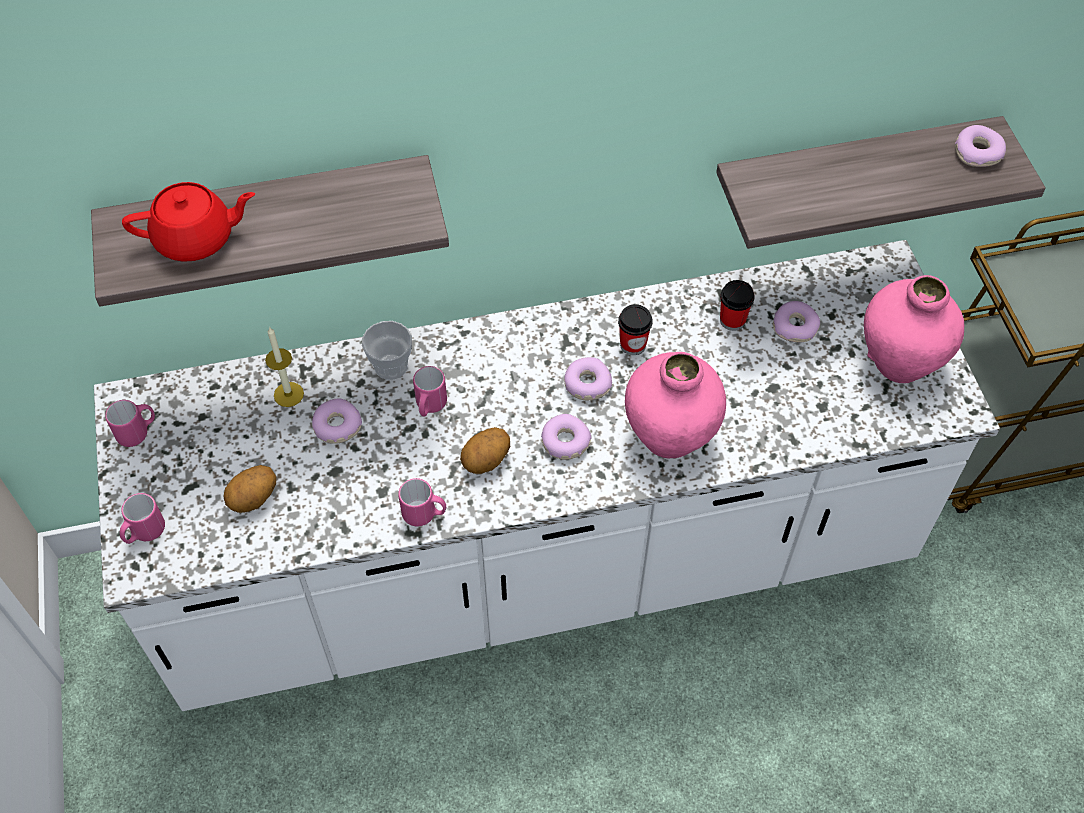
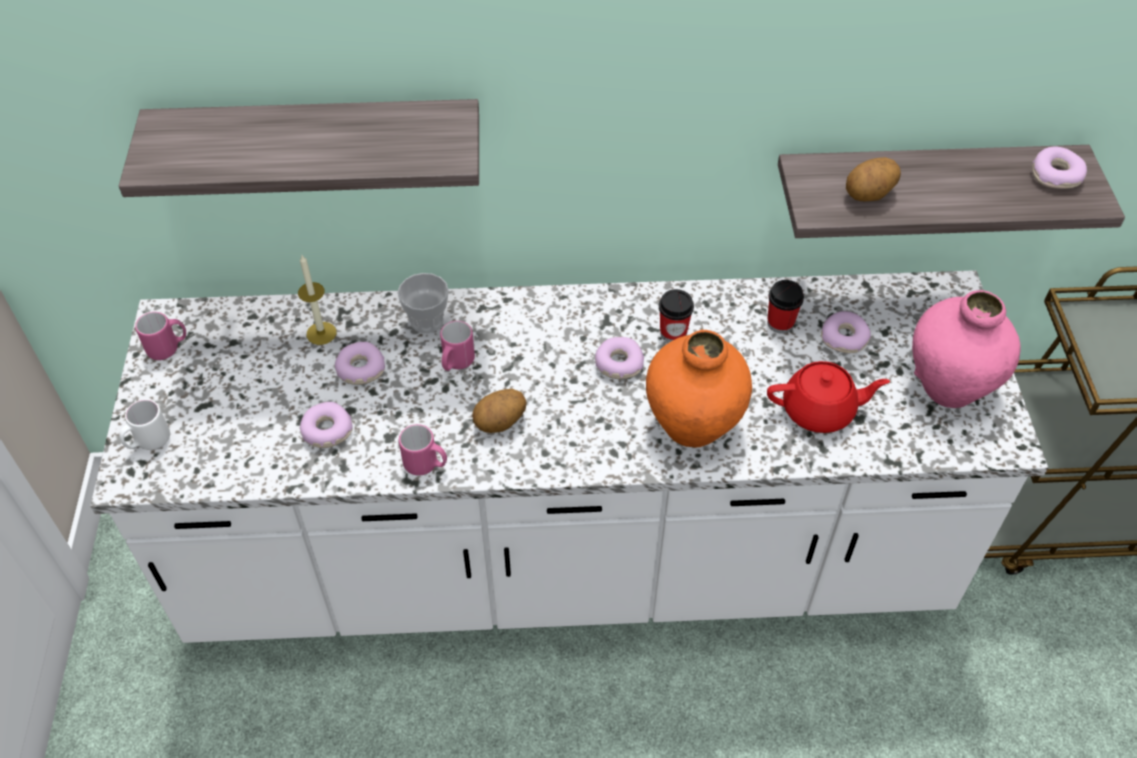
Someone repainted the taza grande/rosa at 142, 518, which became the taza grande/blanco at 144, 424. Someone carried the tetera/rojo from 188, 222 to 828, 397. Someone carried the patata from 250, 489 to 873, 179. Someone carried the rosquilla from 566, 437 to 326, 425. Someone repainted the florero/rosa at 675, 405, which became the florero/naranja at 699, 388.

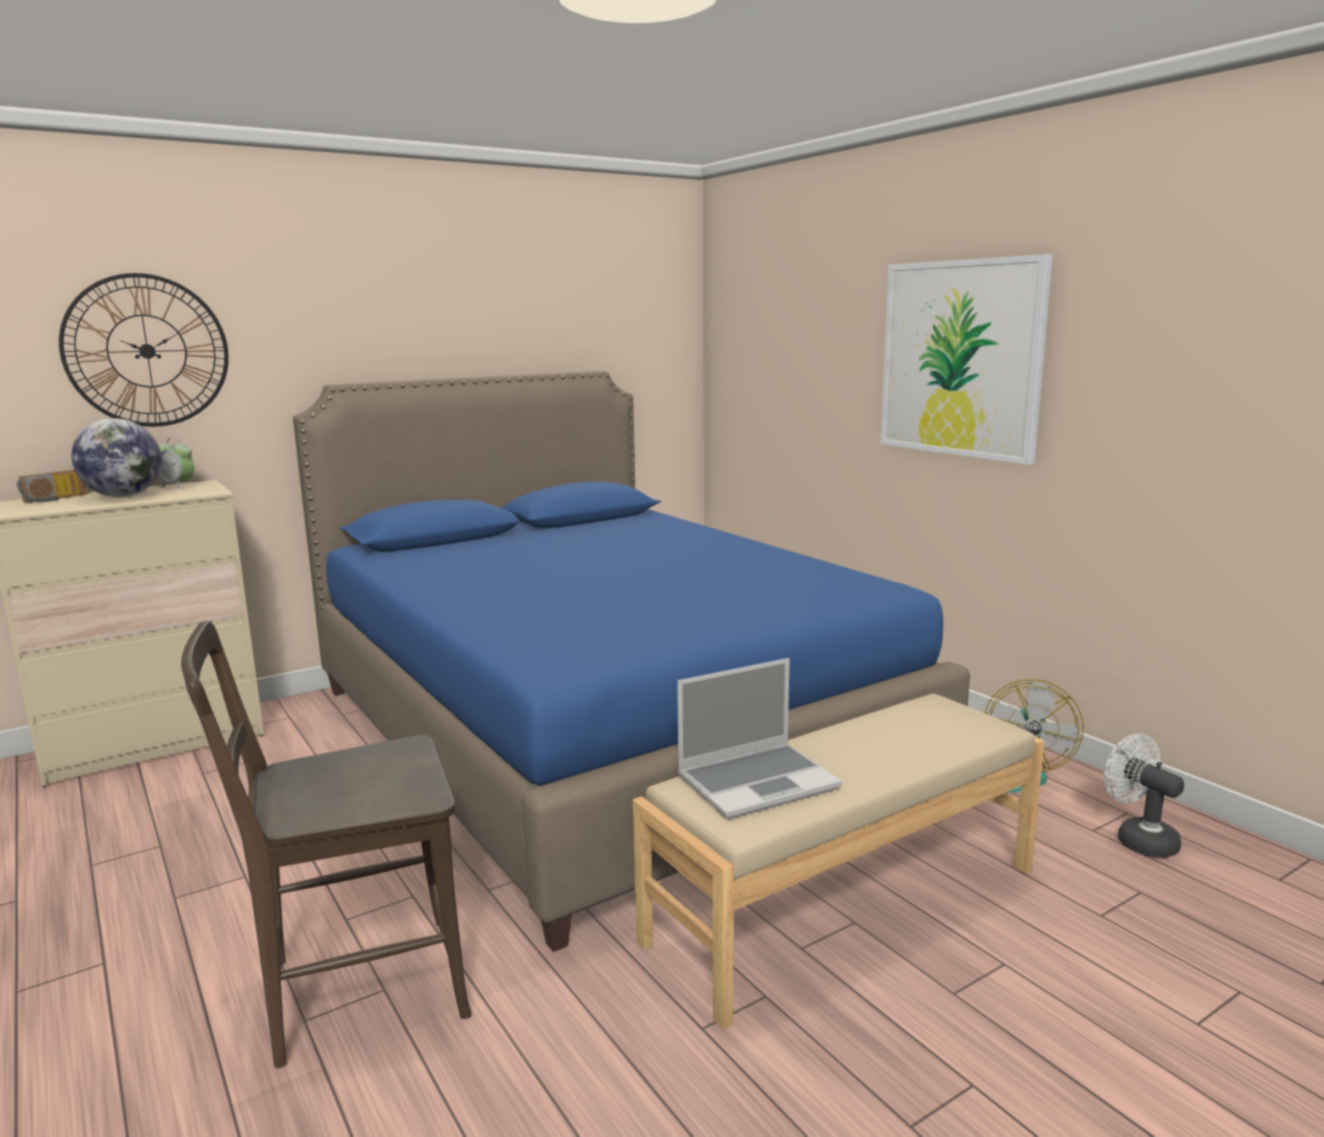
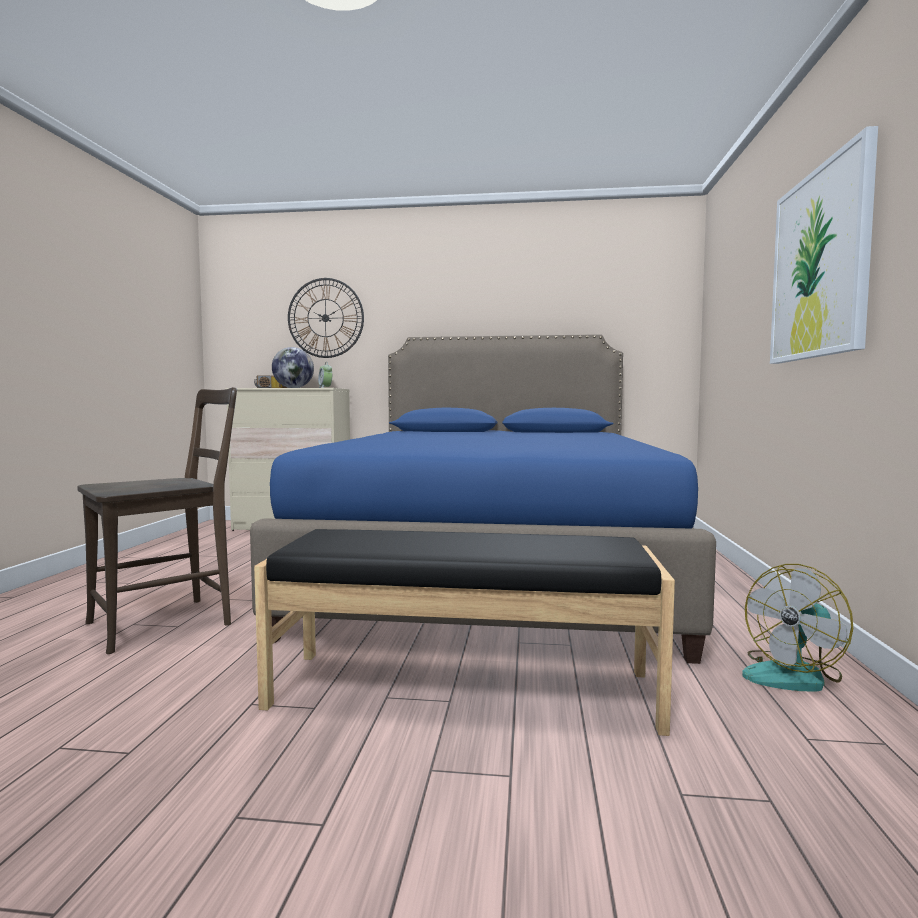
Someone rotated the silla/marrón at 326, 844 by 120 degrees clockwise. Someone repainted the banco/beis at 838, 861, which became the banco/negro at 464, 632. Someone took away the portátil at 759, 738. Someone took away the ventilador/blanco at 1144, 795.

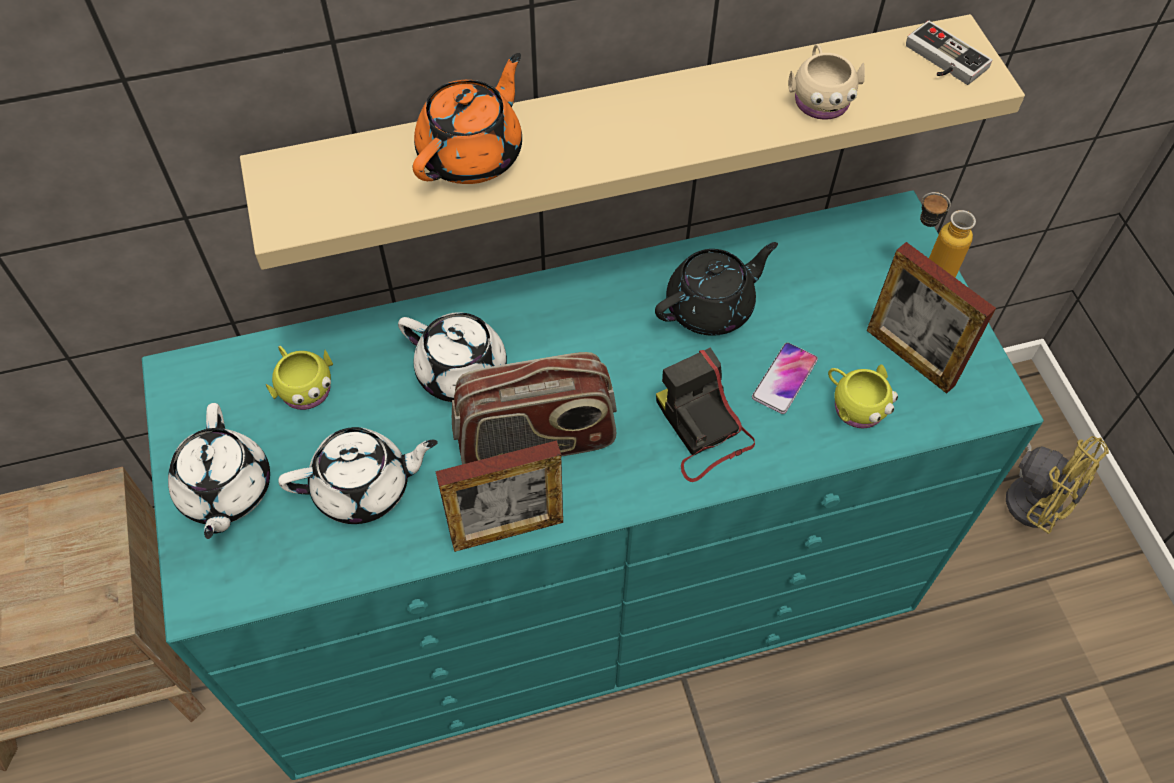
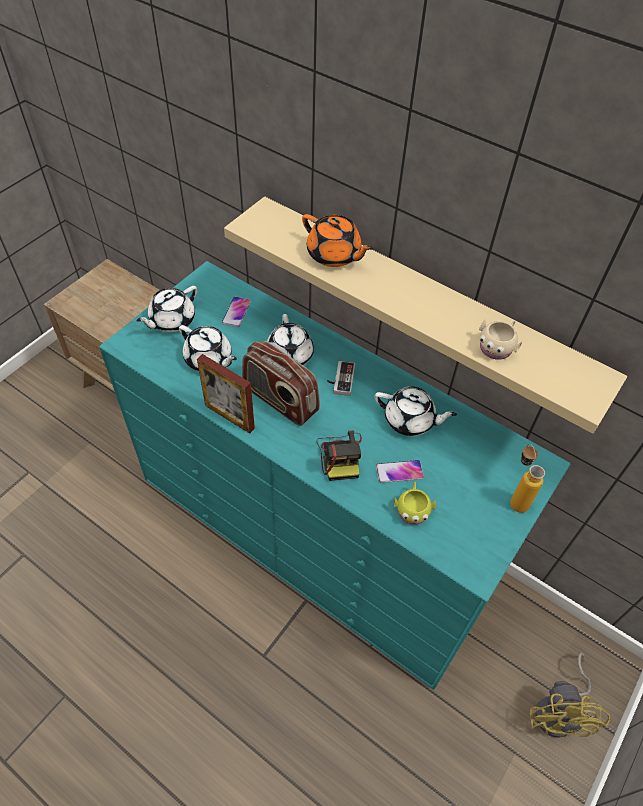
Someone swapped the taza grande/amarillo at 299, 378 for the móvil at 236, 312. Someone rotated the tetera/naranja at 467, 118 by 45 degrees clockwise. Someone repainted the tetera/negro at 716, 289, which became the tetera/blanco at 416, 411. Someone rotated the cámara at 705, 415 by 150 degrees clockwise. Someone took away the portarretratos at 931, 318. Someone carried the mando de consola from 949, 53 to 341, 378.

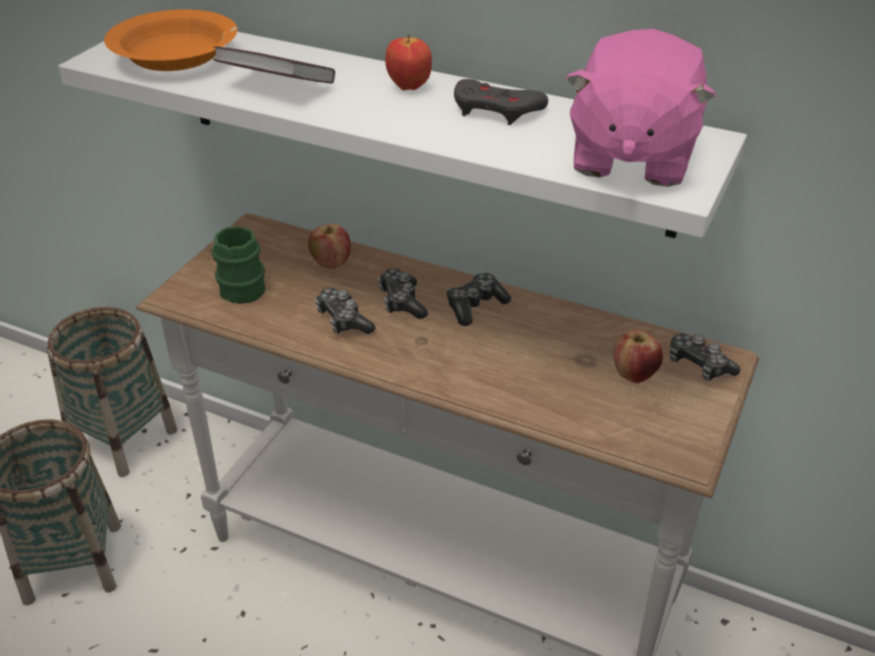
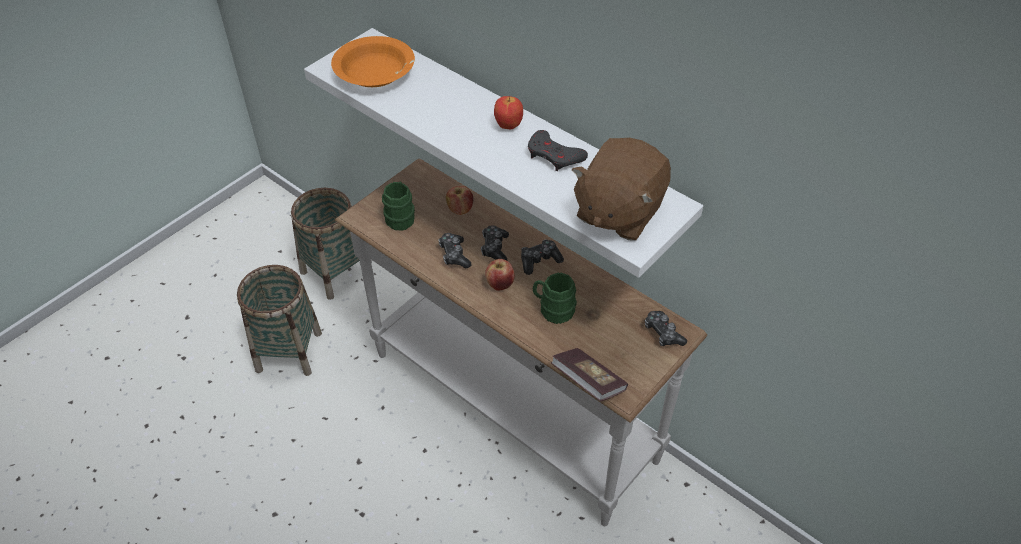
Someone carried the libro from 274, 64 to 589, 374. Someone repainted the peluche/rosa at 640, 108, which became the peluche/marrón at 621, 189. Someone carried the manzana from 638, 356 to 500, 275. Someone put down the taza grande/verde at 555, 298.

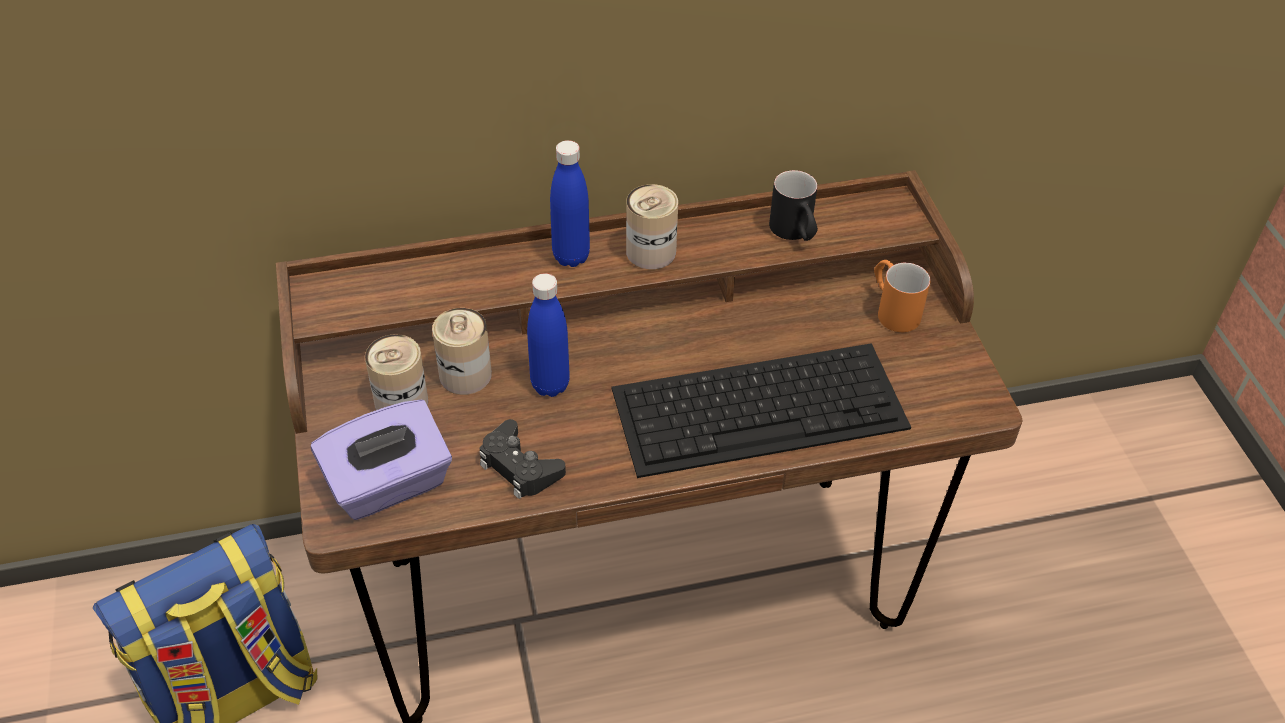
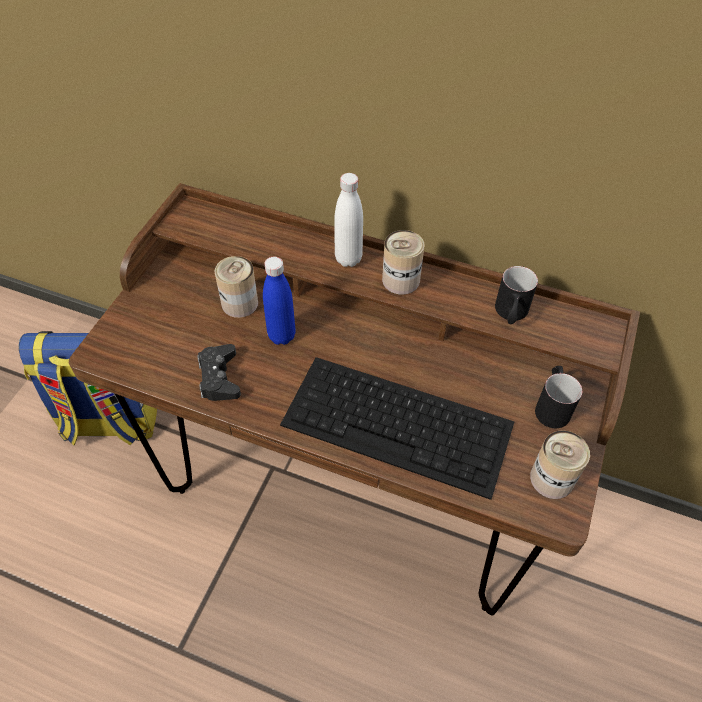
Someone took away the caja de pañuelos/morado at 381, 460. Someone carried the lata from 396, 372 to 560, 464. Someone repainted the botella/azul at 570, 203, which became the botella/blanco at 348, 220. Someone repainted the taza grande/naranja at 902, 296, which became the taza grande/negro at 559, 397.

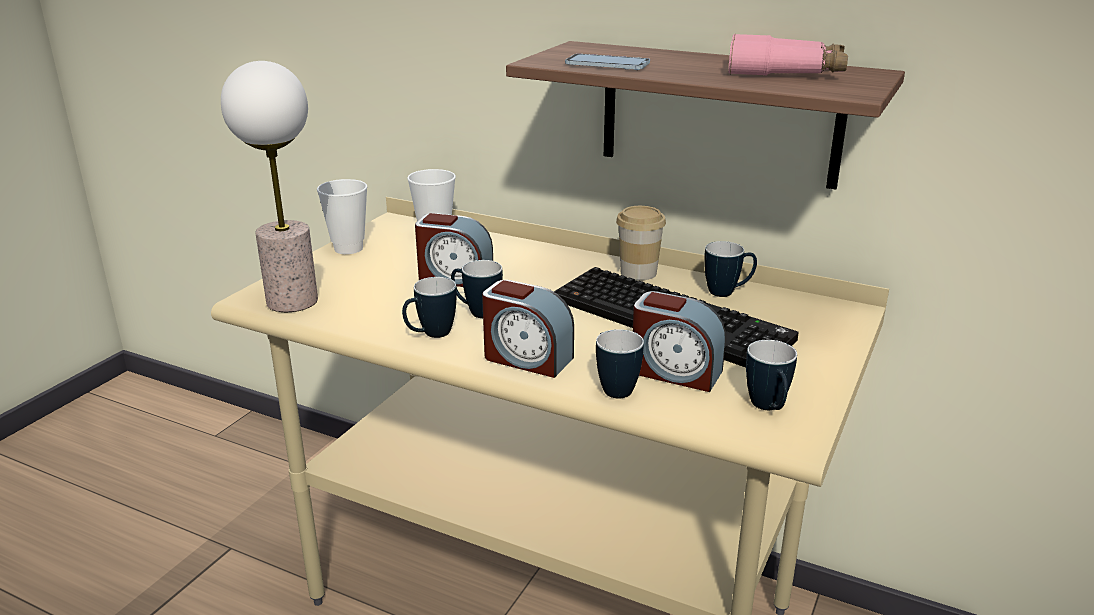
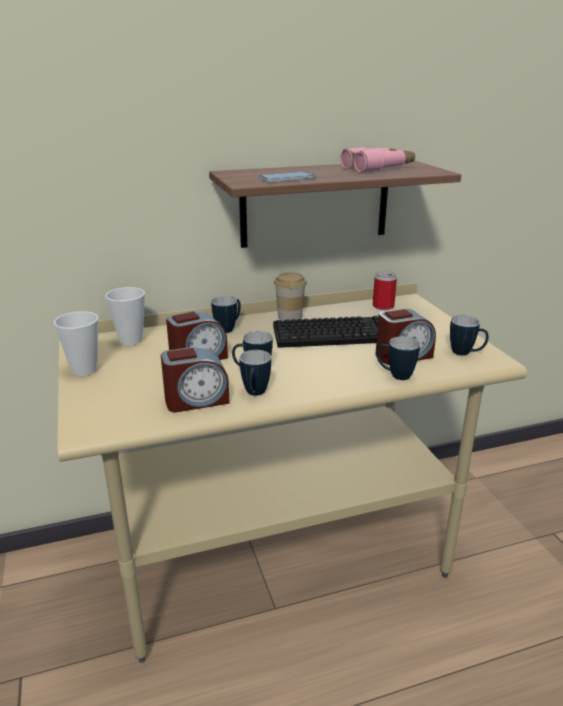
Someone took away the lámpara de mesa at 269, 186. Someone carried the despertador from 528, 329 to 195, 379. Someone carried the taza grande from 730, 269 to 226, 314. Someone put down the lata at 385, 290.

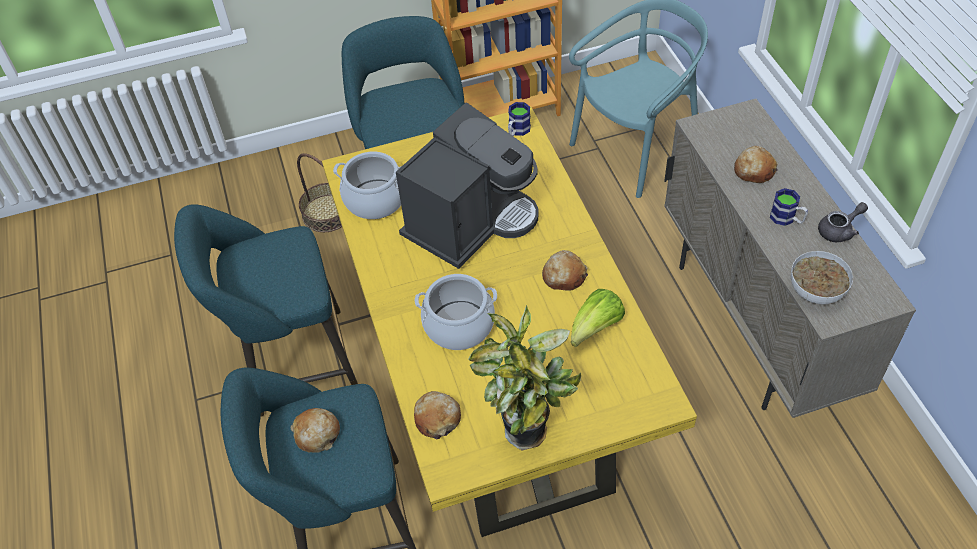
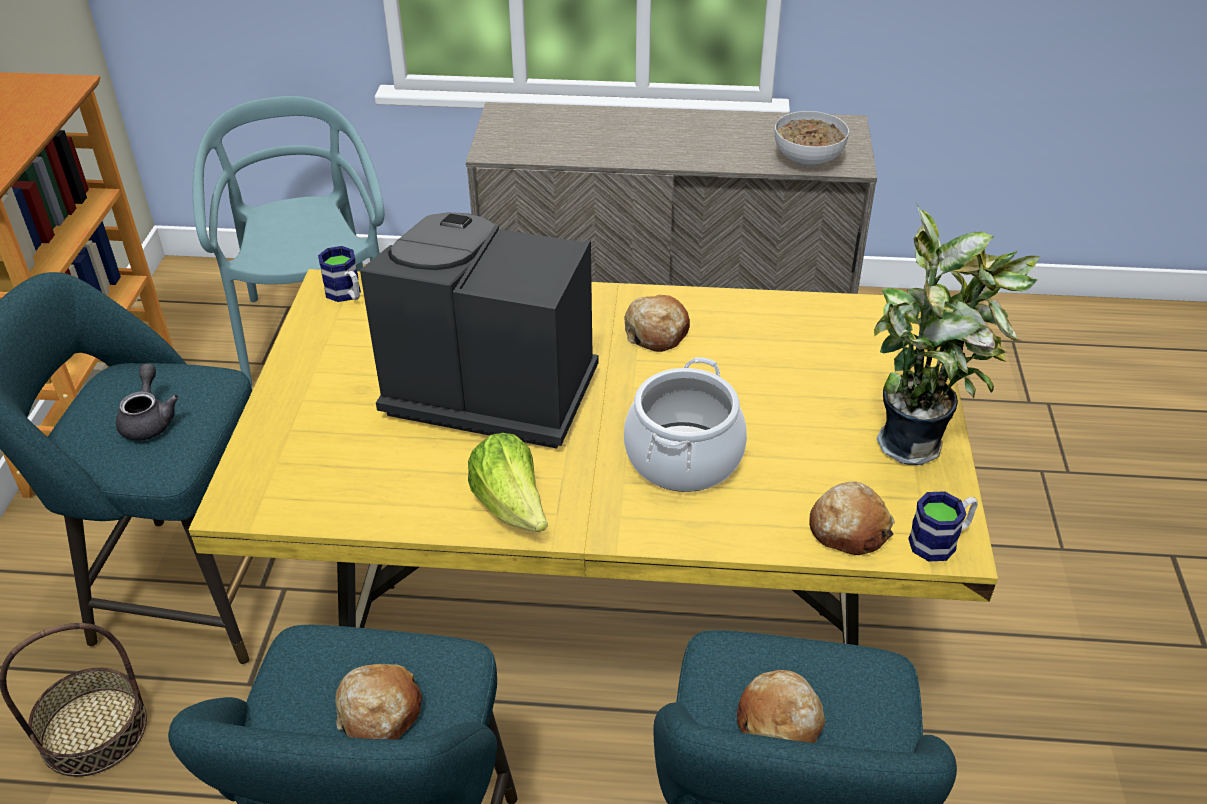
Someone took away the olla at 367, 185. Someone rotated the cafetera at 467, 185 by 45 degrees counterclockwise. Someone carried the lechuga from 598, 318 to 508, 482. Someone carried the pan from 756, 164 to 378, 702. Someone carried the taza grande from 789, 207 to 943, 526. Someone carried the tetera/gris from 843, 222 to 147, 402.

